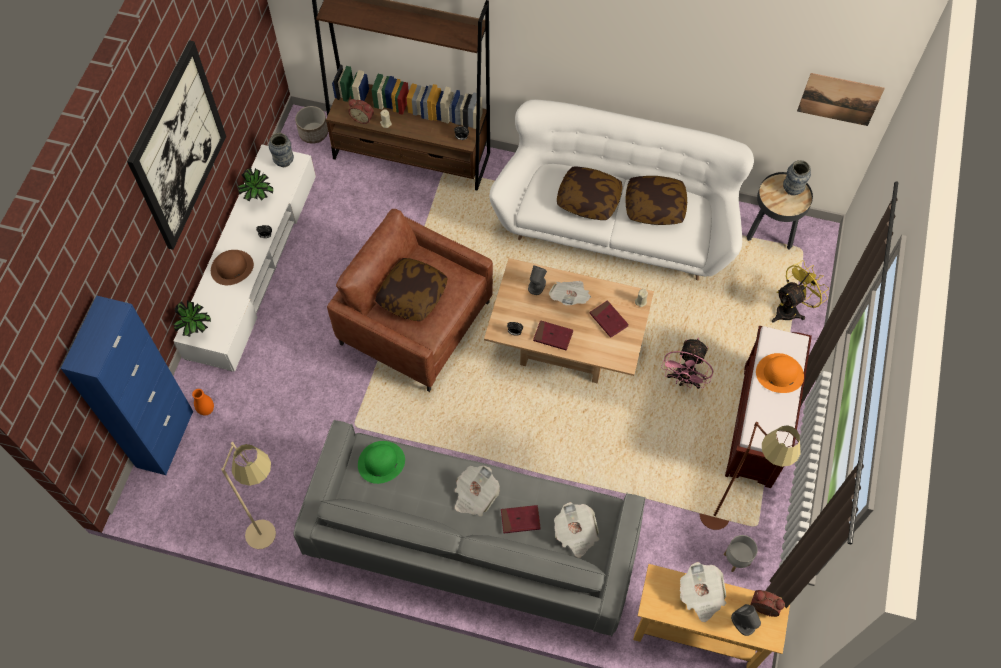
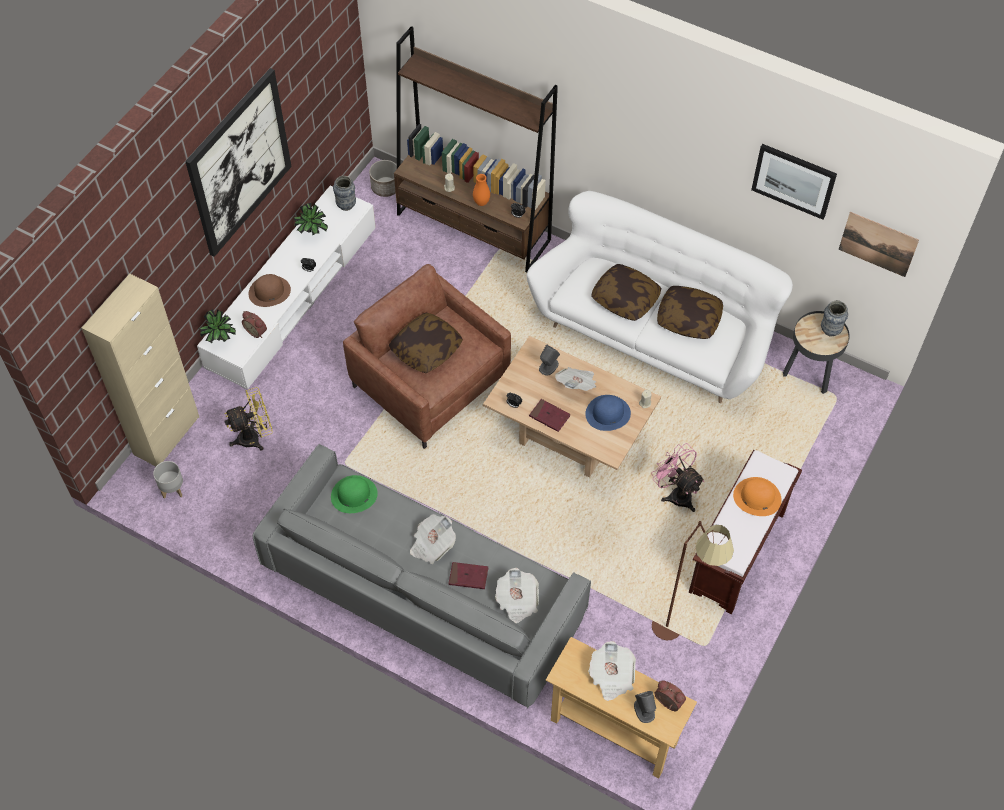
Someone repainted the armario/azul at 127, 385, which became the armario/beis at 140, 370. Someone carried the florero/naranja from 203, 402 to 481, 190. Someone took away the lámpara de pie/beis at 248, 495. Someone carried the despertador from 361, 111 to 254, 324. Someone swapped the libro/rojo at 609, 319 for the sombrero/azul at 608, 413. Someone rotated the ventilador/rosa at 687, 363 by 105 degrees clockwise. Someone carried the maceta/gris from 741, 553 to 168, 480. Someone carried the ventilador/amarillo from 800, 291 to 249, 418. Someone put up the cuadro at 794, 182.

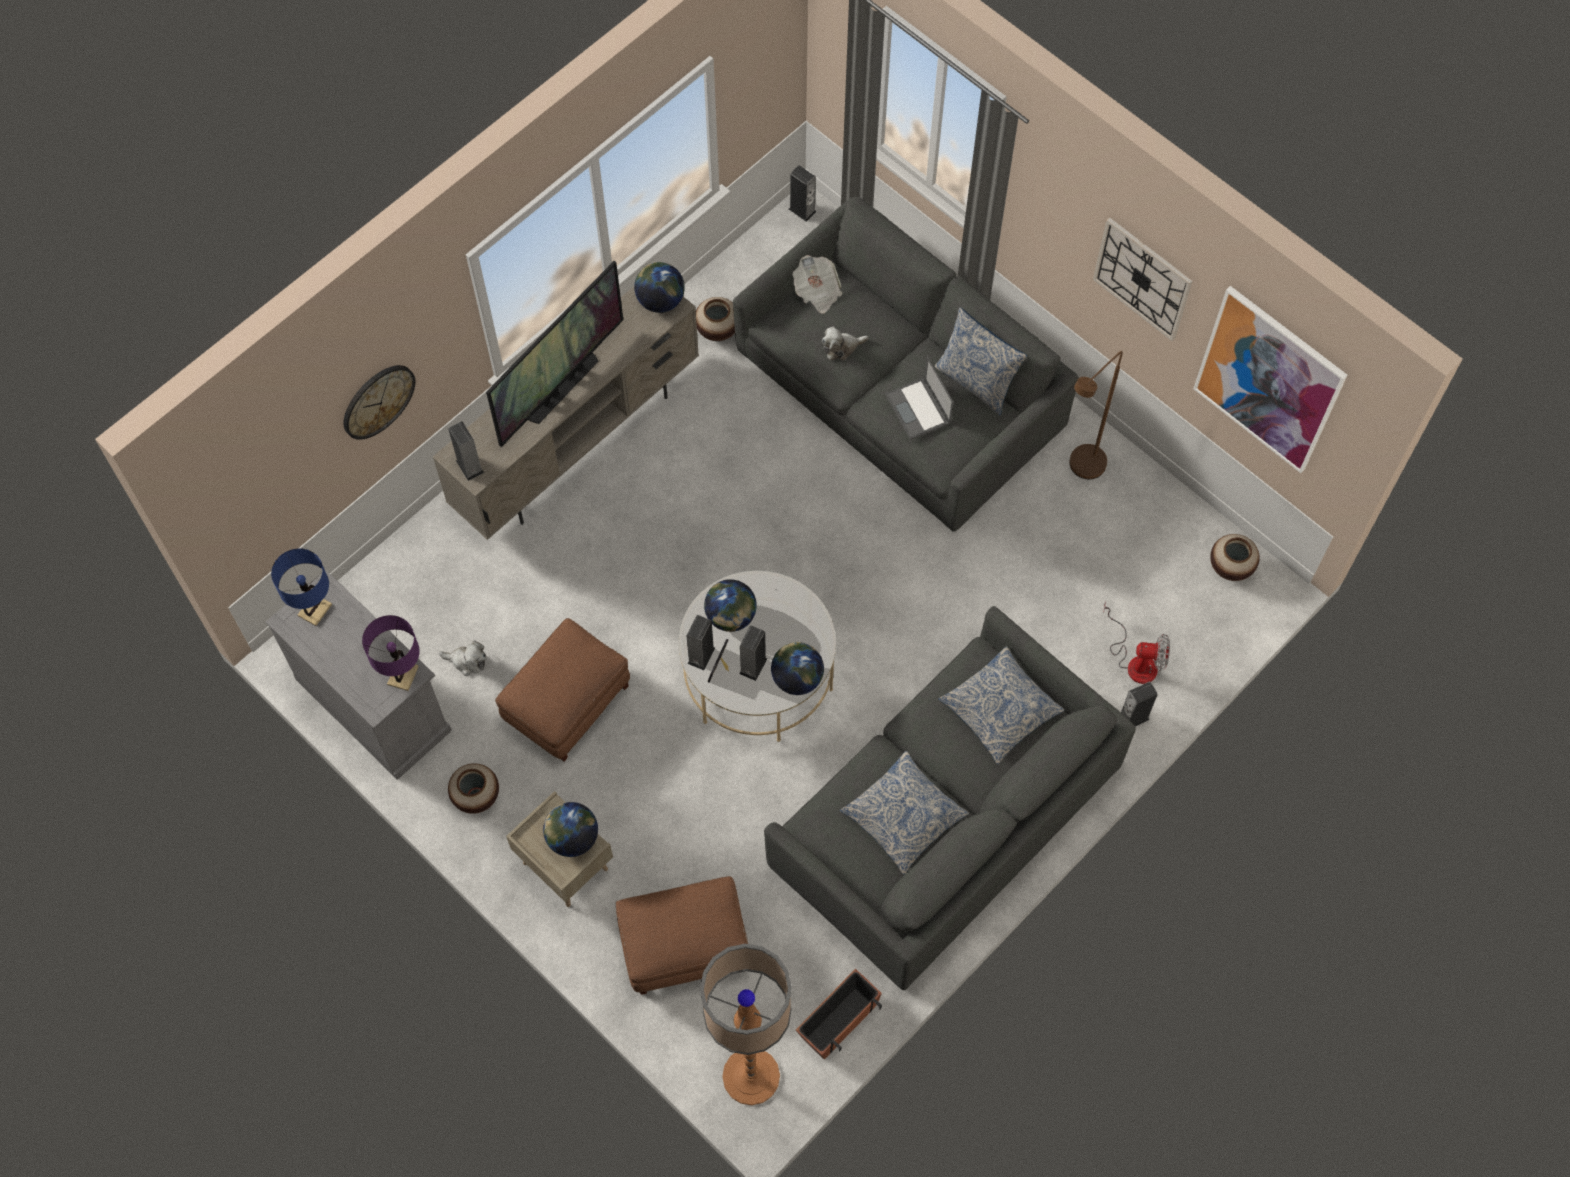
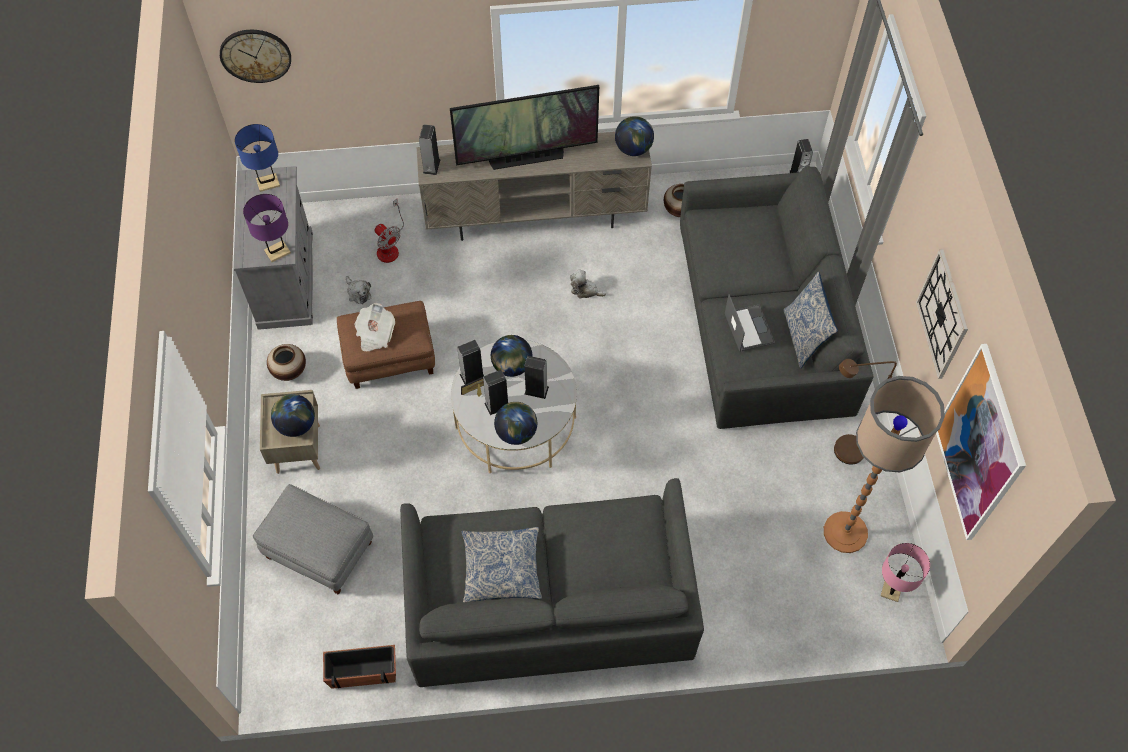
Someone carried the reloj de pared from 379, 402 to 255, 56. Someone repainted the puf/marrón at 682, 935, which became the puf/gris at 313, 539. Someone carried the lámpara de pie from 746, 1024 to 884, 464. Someone carried the periódico from 817, 284 to 374, 327. Someone carried the peluche from 845, 343 to 588, 284. Someone rotated the portátil at 919, 398 by 150 degrees clockwise. Someone took away the cojín at 1001, 705. Someone carried the ventilador from 1137, 642 to 389, 231. Someone carried the altavoz from 1139, 703 to 536, 377. Someone swapped the florero at 1235, 557 for the lámpara de mesa/rosa at 905, 572.

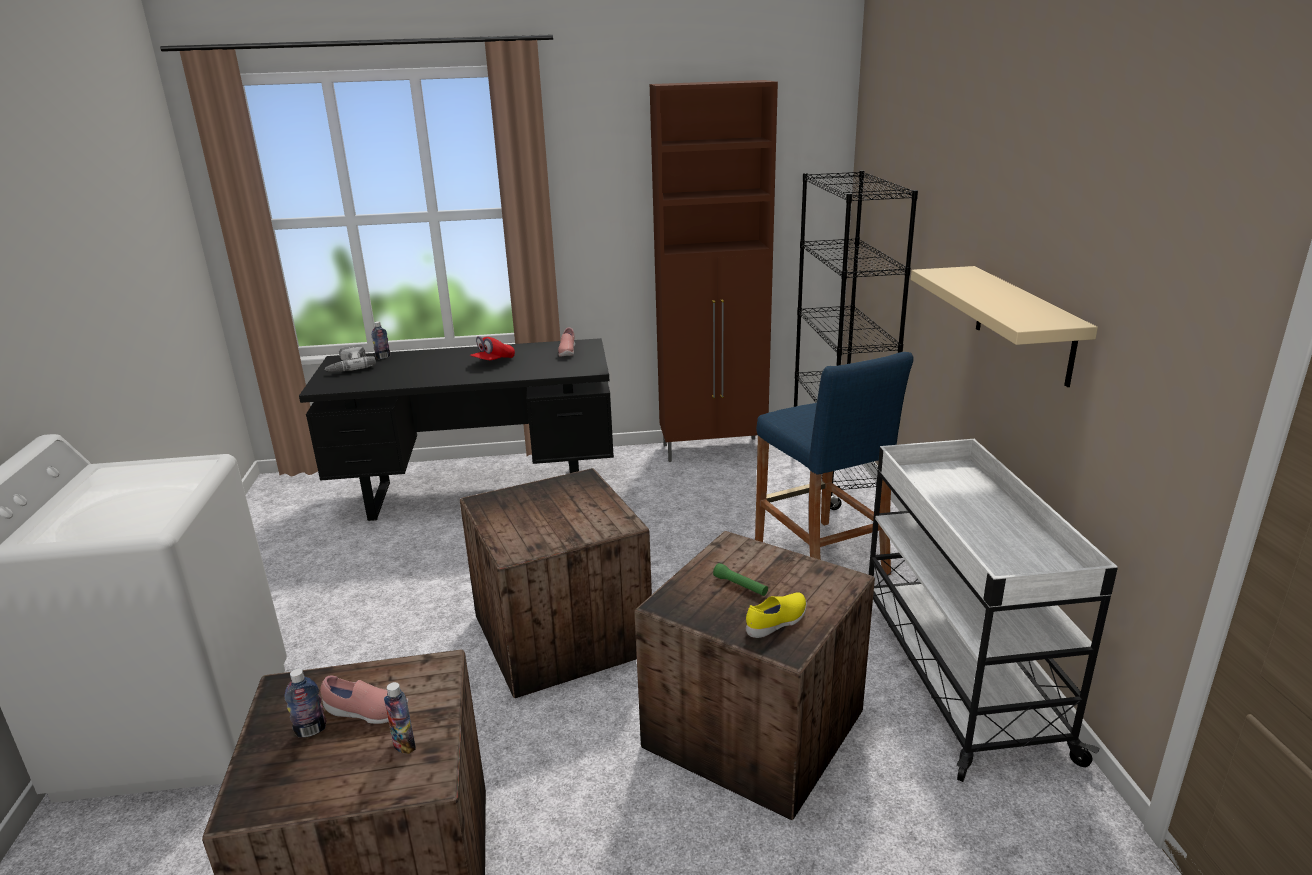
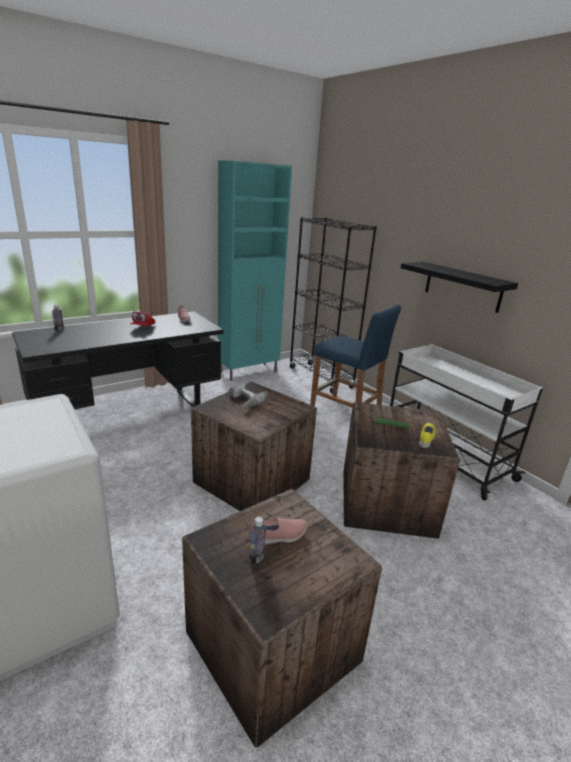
Someone carried the taladro from 350, 358 to 249, 395. Someone took away the botella at 400, 718. Someone repainted the armario/marrón at 714, 271, which became the armario/turquesa at 255, 270. Someone repainted the estante/beis at 1004, 326, which became the estante/negro at 459, 287.

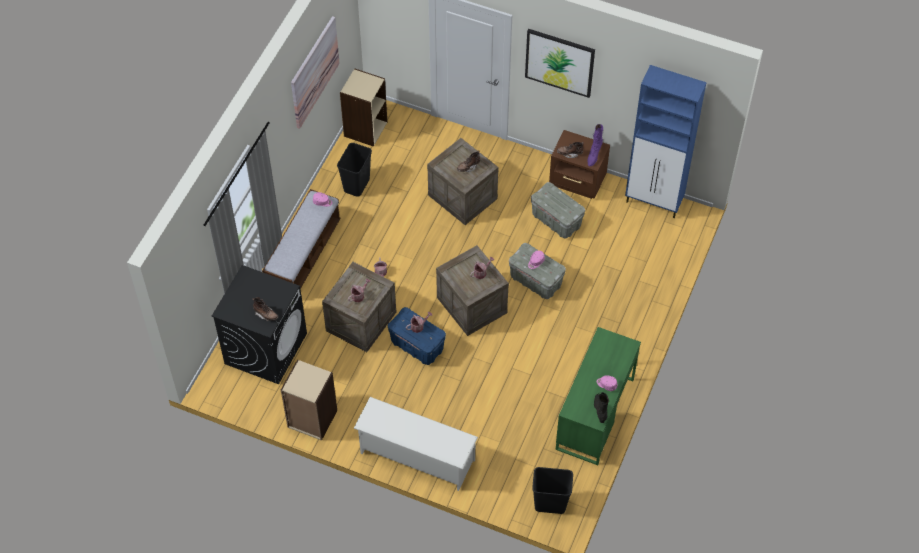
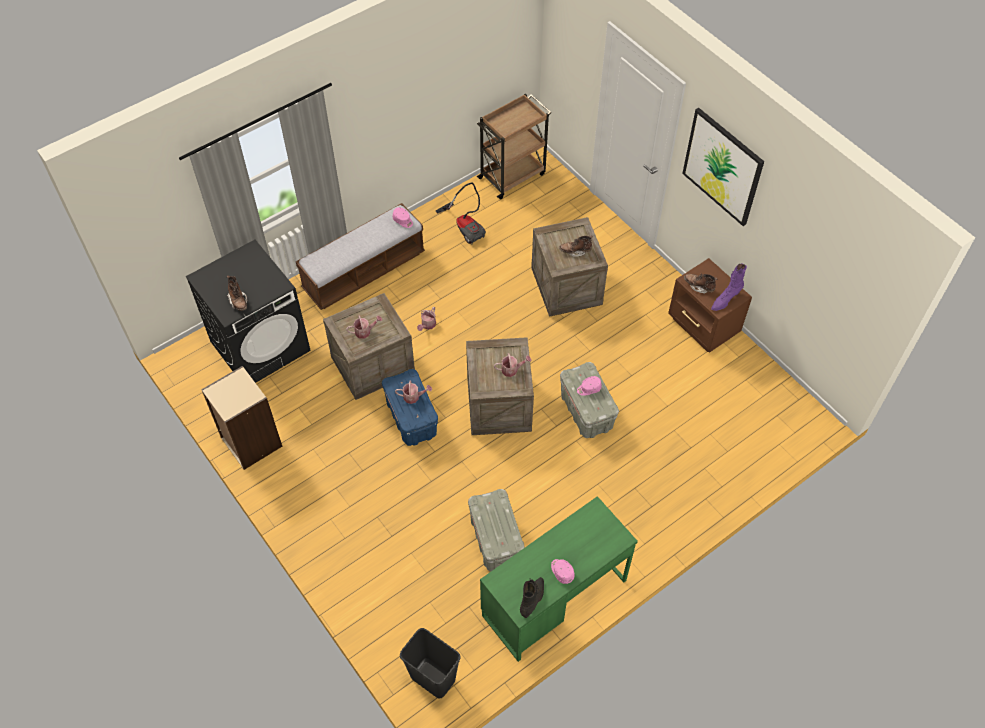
Someone took away the cuadro at 315, 72. Someone swapped the papelera/negro at 354, 170 for the aspiradora at 460, 214. Someone swapped the estantería/beis at 363, 107 for the carrito/marrón at 514, 146. Someone took away the zapatero/blanco at 416, 444. Someone carried the caja de almacenaje/gris from 558, 210 to 496, 530. Someone took away the armario/azul at 666, 141.

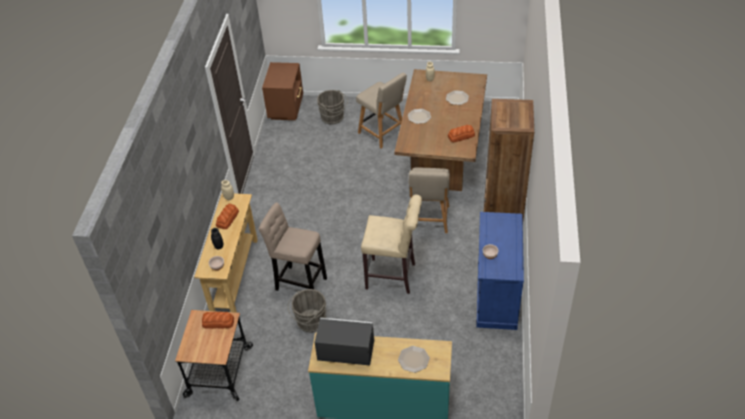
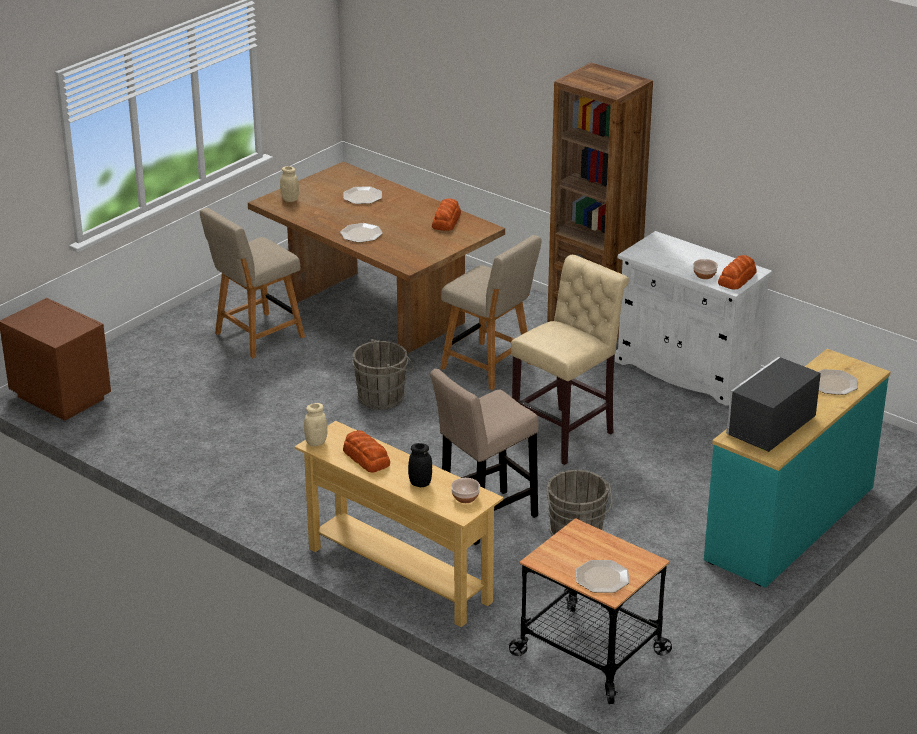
Someone carried the pan from 218, 320 to 737, 272. Someone carried the cubo/gris from 332, 107 to 383, 374. Someone rotated the silla/beis at 381, 111 by 150 degrees clockwise. Someone repainted the armario/azul at 500, 271, which became the armario/blanco at 693, 318. Someone put down the plato at 602, 576.

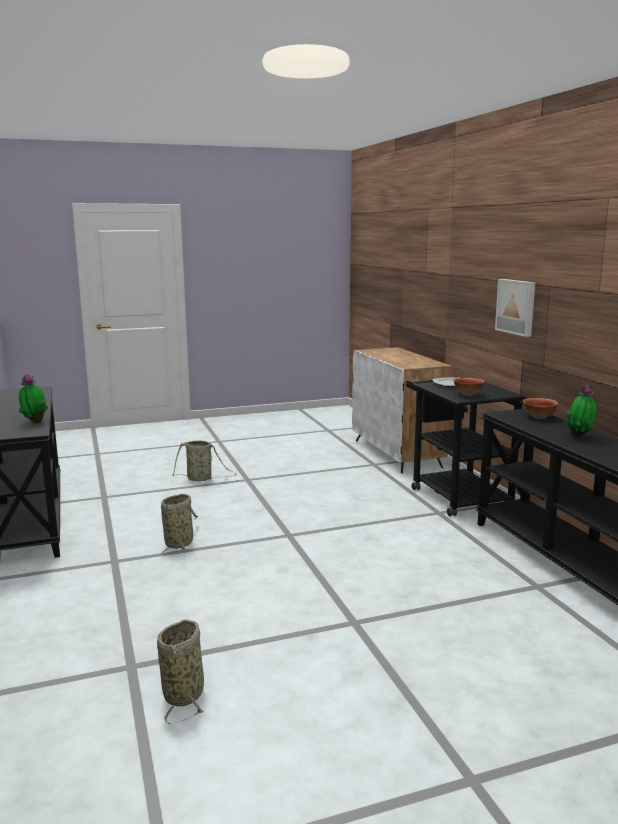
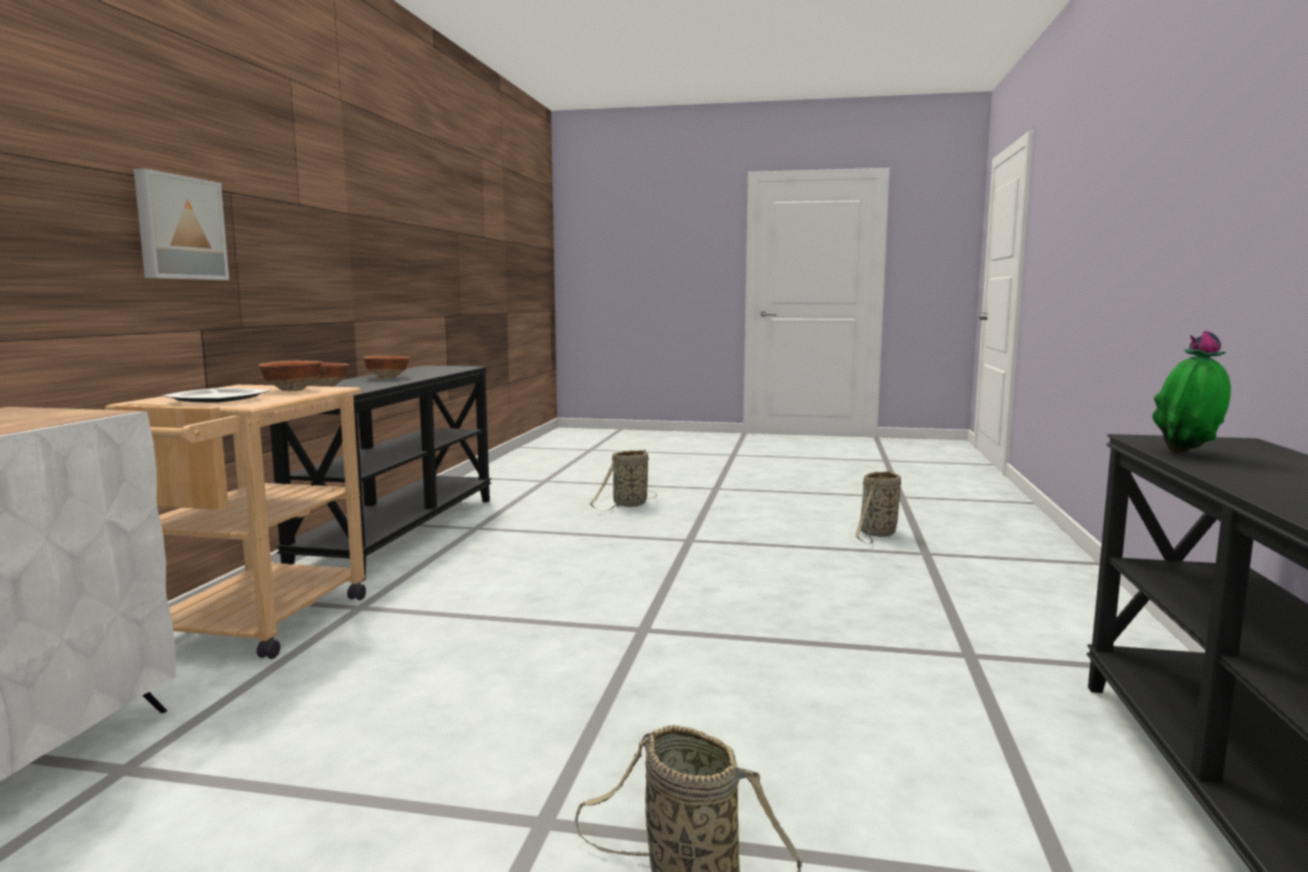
Someone carried the cesta from 179, 524 to 623, 480. Someone repainted the carrito/negro at 466, 447, which became the carrito/beis at 235, 522. Someone swapped the planta en maceta at 581, 410 for the cuenco at 386, 367.

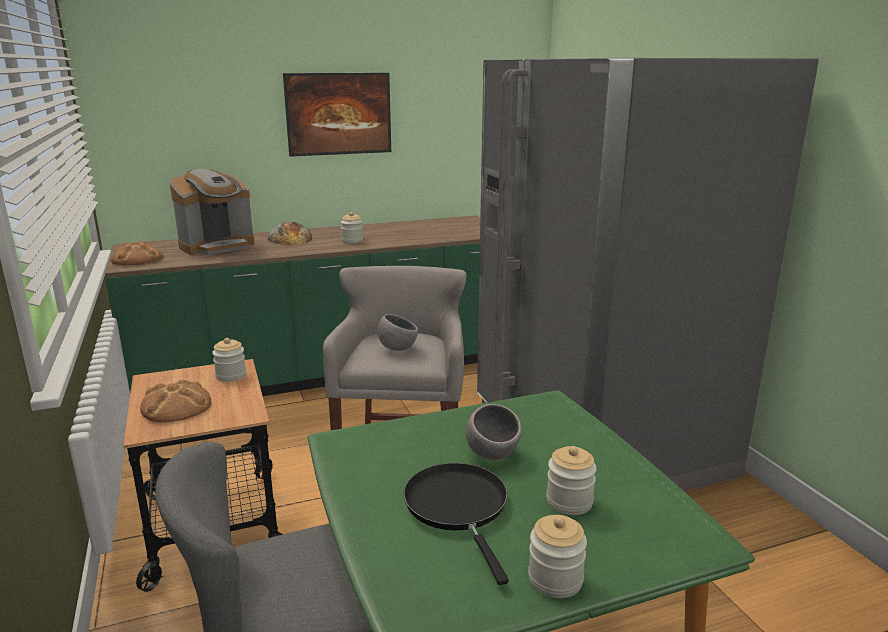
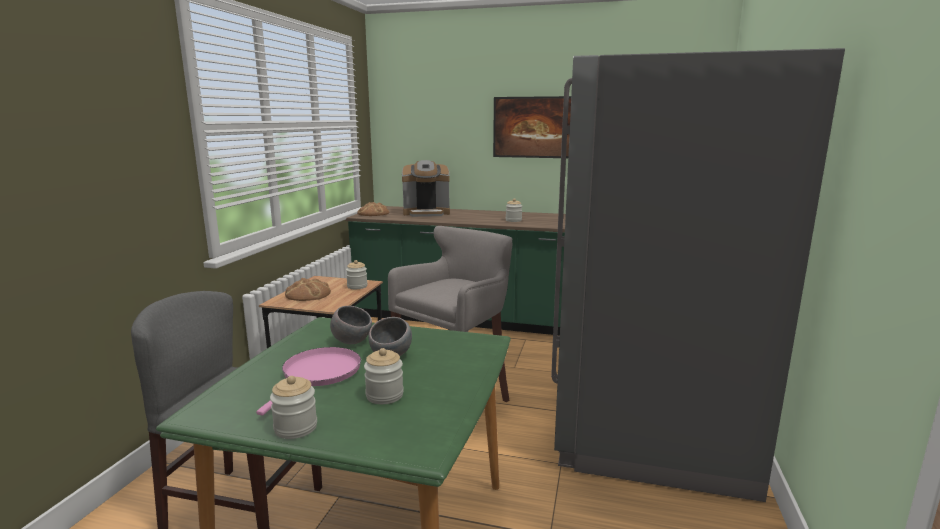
Someone took away the pan at 290, 233. Someone carried the cuenco/gris from 397, 332 to 351, 325. Someone repainted the sartén/negro at 456, 524, which became the sartén/rosa at 308, 381.

